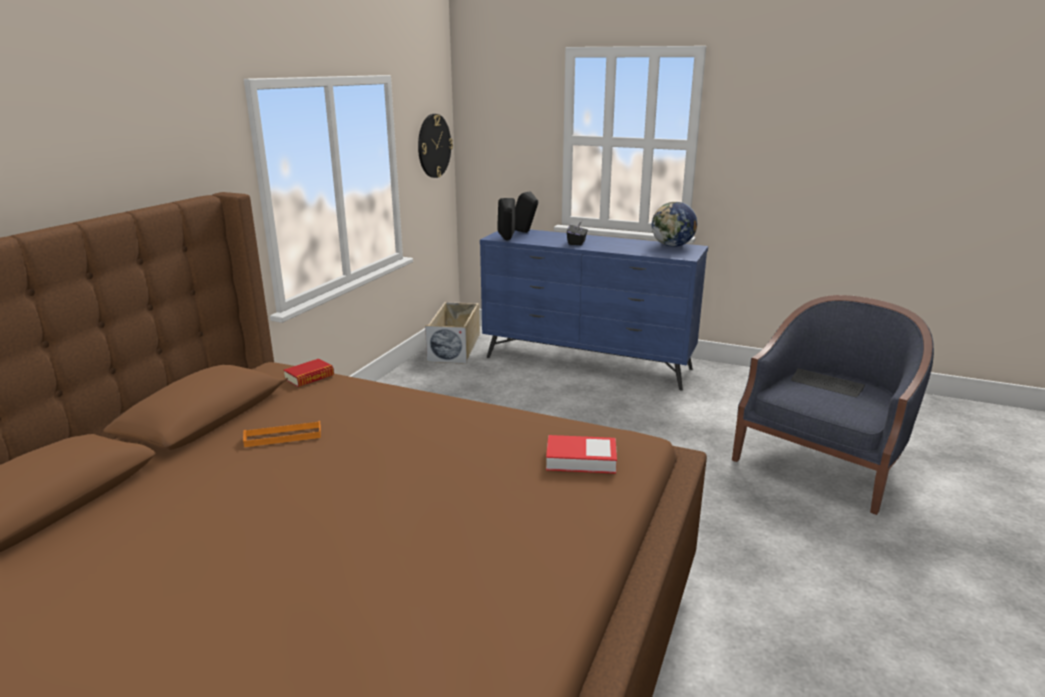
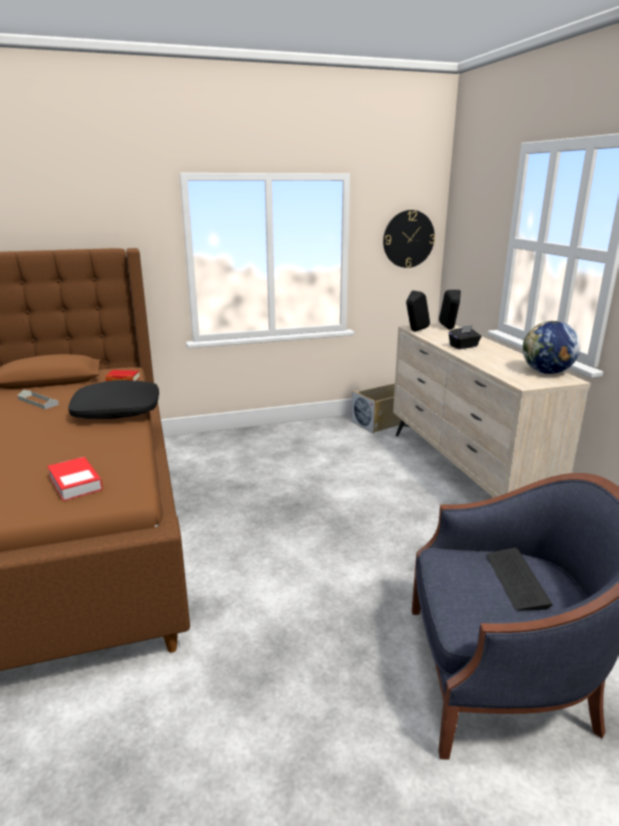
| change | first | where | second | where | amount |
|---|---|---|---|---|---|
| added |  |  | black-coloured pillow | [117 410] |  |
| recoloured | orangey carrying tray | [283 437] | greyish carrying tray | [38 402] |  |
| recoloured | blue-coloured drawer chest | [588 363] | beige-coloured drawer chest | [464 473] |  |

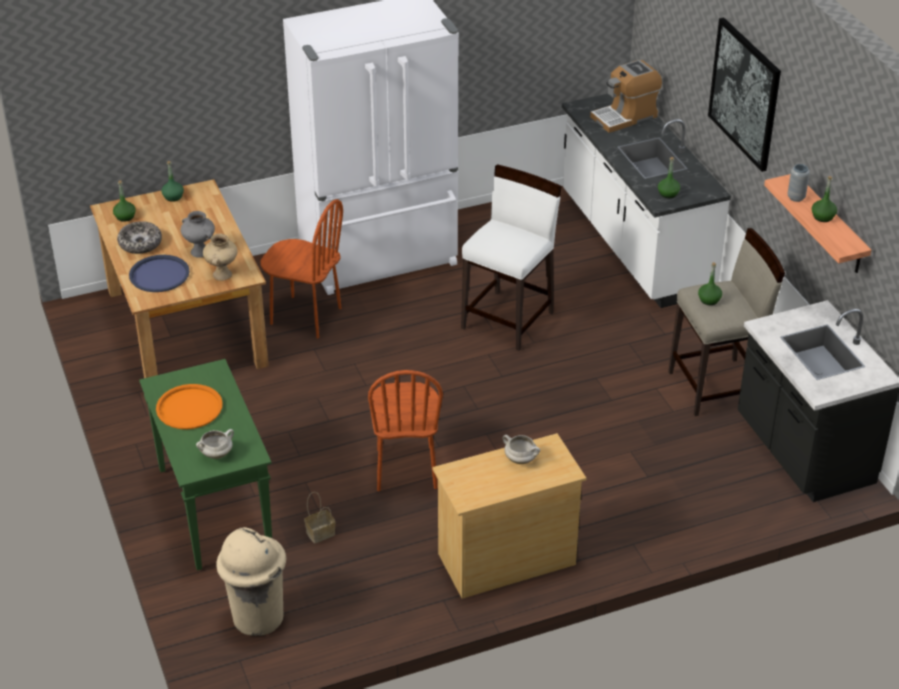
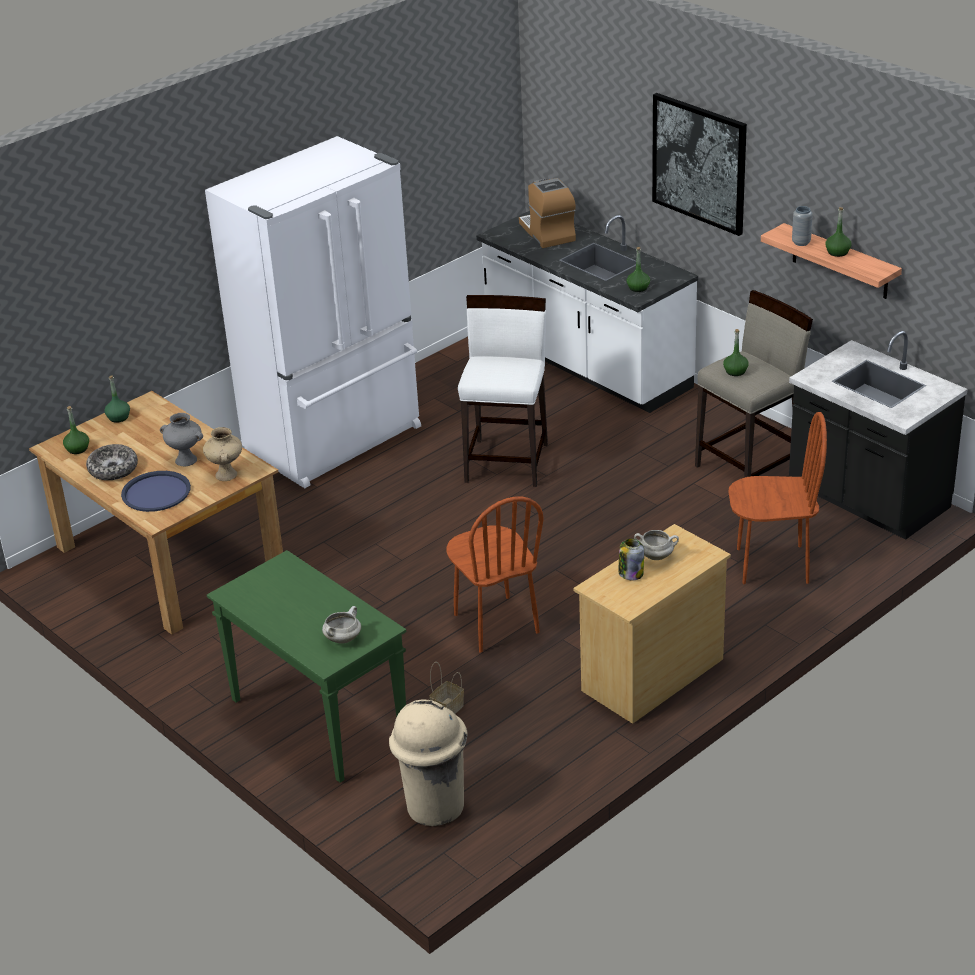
| change | first | where | second | where | amount |
|---|---|---|---|---|---|
| removed | orangey carrying tray | [189 408] |  |  |  |
| added |  |  | storage jar | [630 573] |  |
| moved | brownish upright chair | [305 316] |  | [772 565] |  |
| turned | coffee machine | [625 117] |  | [547 233] | 120 degrees clockwise |

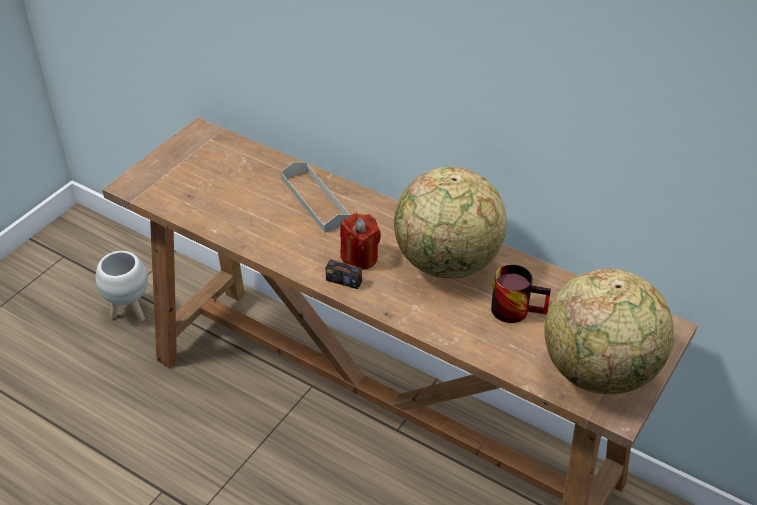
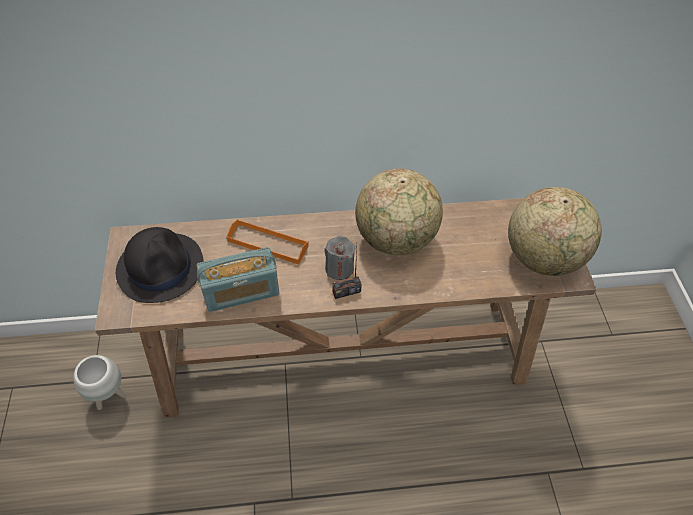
| change | first | where | second | where | amount |
|---|---|---|---|---|---|
| removed | mug | [517 308] |  |  |  |
| added |  |  | black-coloured clothing hat | [161 267] |  |
| added |  |  | radio set | [241 292] |  |
| recoloured | greyish carrying tray | [315 200] | orangey carrying tray | [268 243] |  |
| recoloured | red wax light | [359 257] | greyish wax light | [339 268] |  |

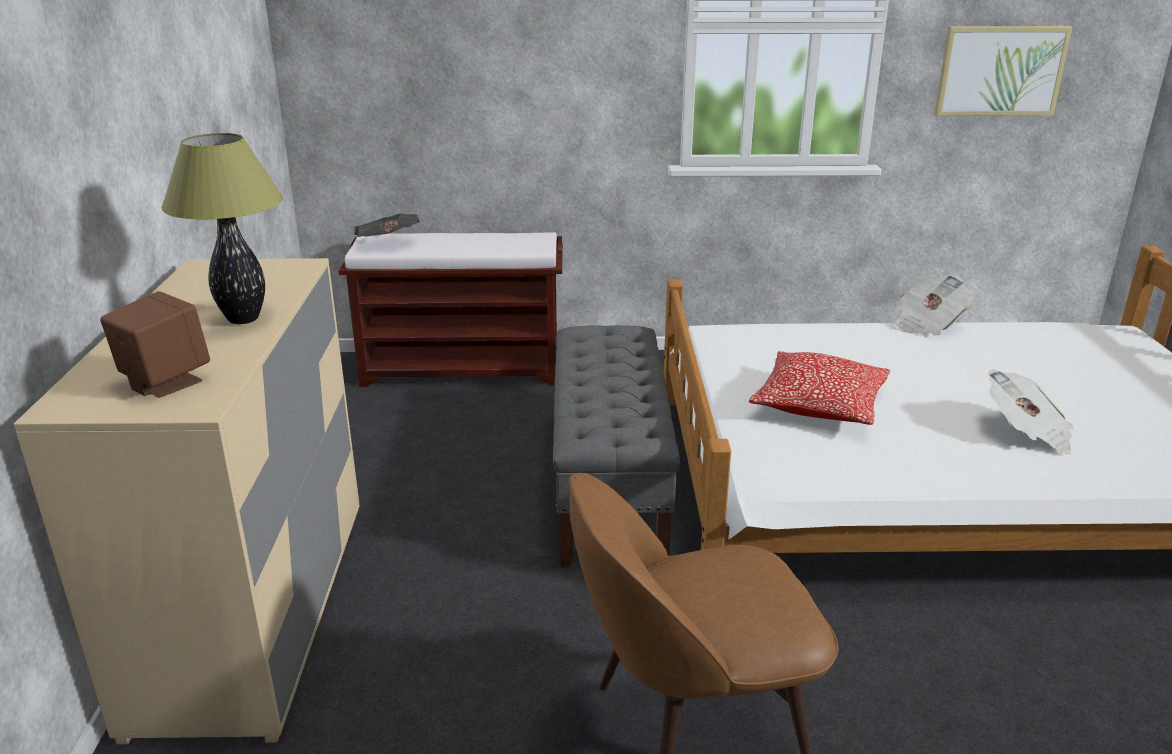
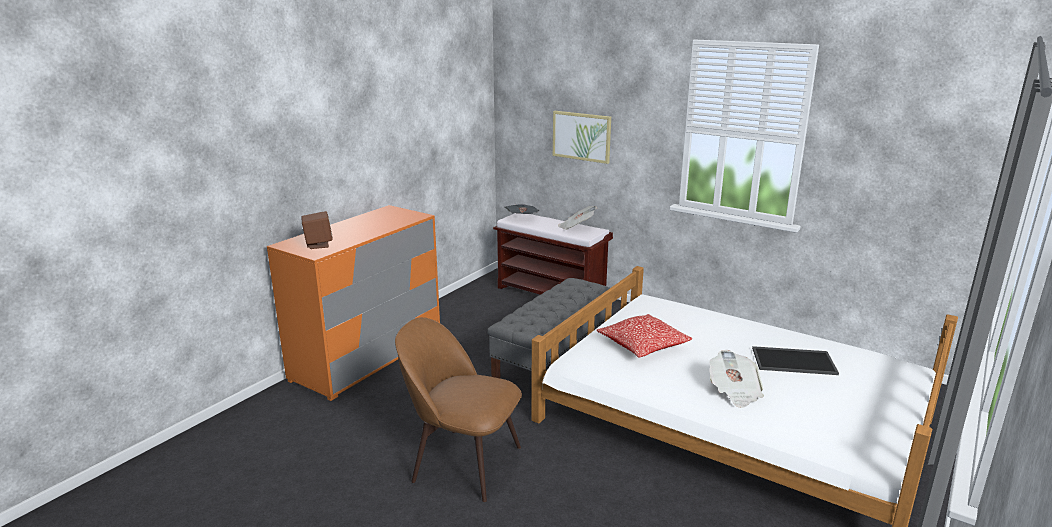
| change | first | where | second | where | amount |
|---|---|---|---|---|---|
| removed | lamp for a table | [243 319] |  |  |  |
| added |  |  | carrying tray | [794 360] |  |
| moved | printed paper | [927 324] |  | [576 227] |  |
| moved | wall picture | [1000 71] |  | [581 136] |  |
| recoloured | beige-coloured drawer chest | [255 610] | orangey drawer chest | [368 358] |  |

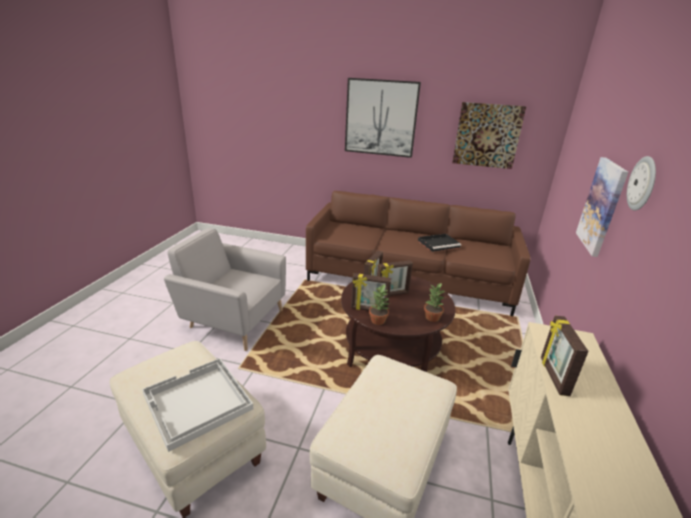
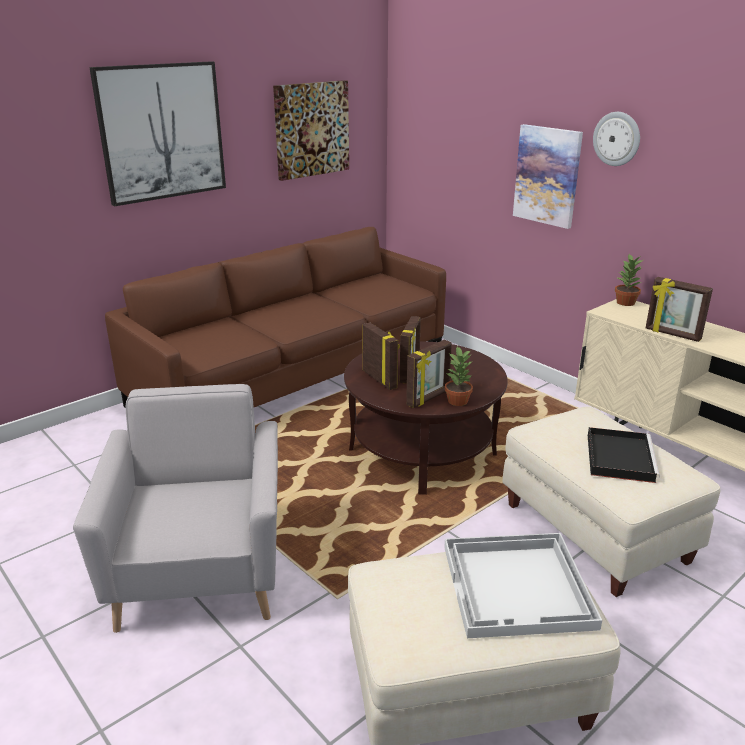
| change | first | where | second | where | amount |
|---|---|---|---|---|---|
| moved | black-coloured carrying tray | [439 244] |  | [619 457] |  |
| moved | plant in a pot | [432 317] |  | [625 303] |  |
| turned | greyish lounge chair | [233 320] |  | [200 569] | 120 degrees clockwise |

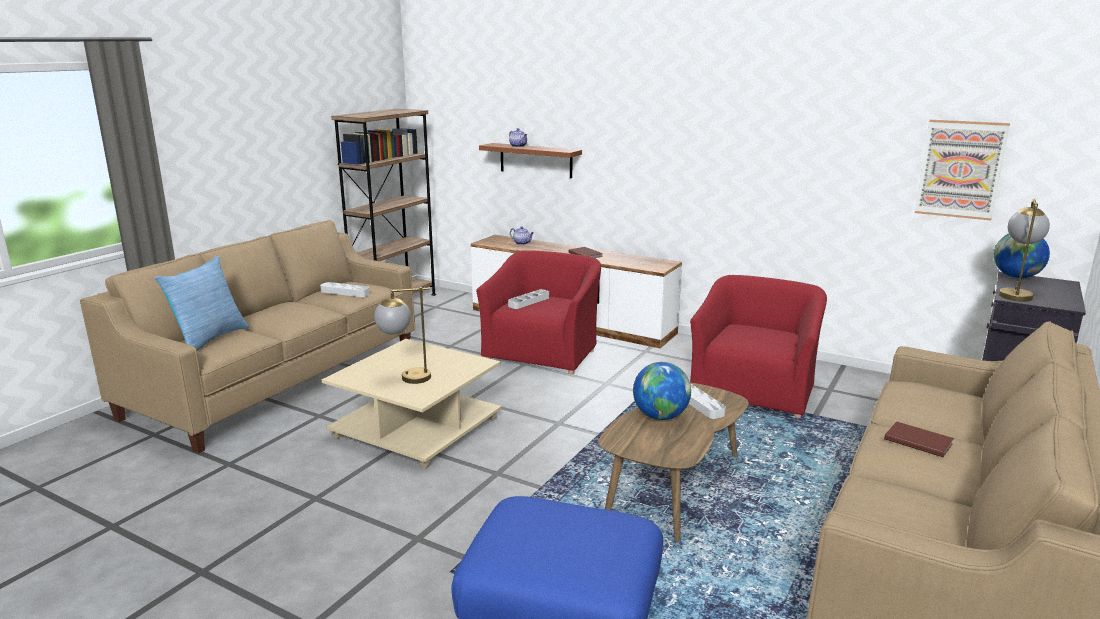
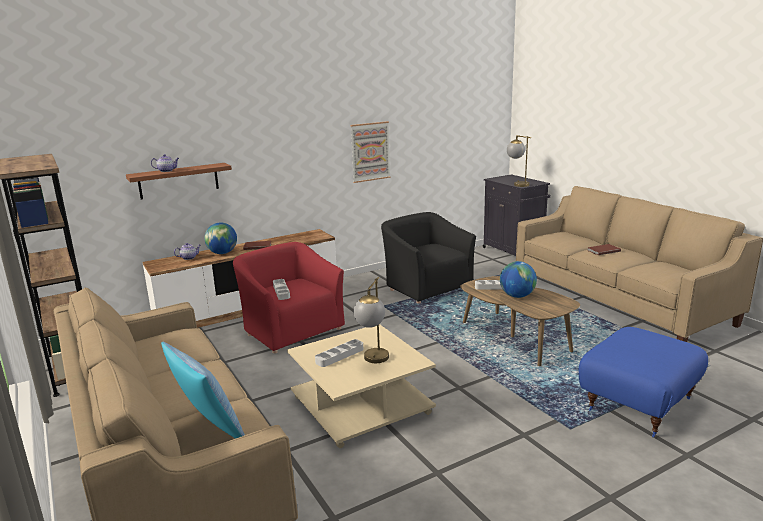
| change | first | where | second | where | amount |
|---|---|---|---|---|---|
| moved | greyish carrying tray | [345 292] |  | [339 355] |  |
| moved | wall picture | [960 169] |  | [370 151] |  |
| moved | world globe | [1016 277] |  | [222 253] |  |
| recoloured | red lounge chair | [753 390] | black-coloured lounge chair | [426 287] |  |

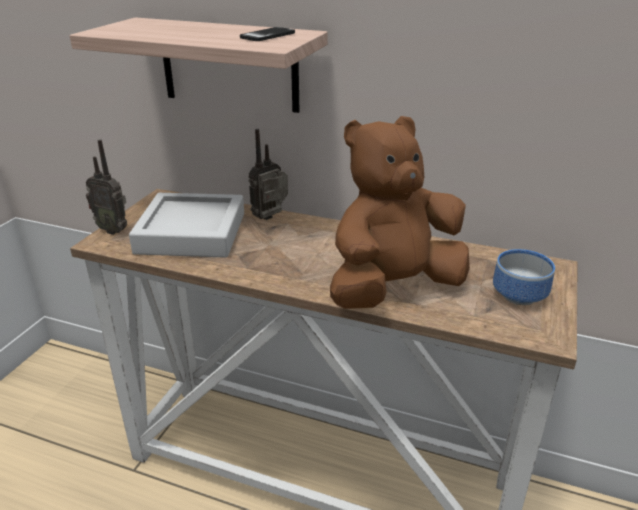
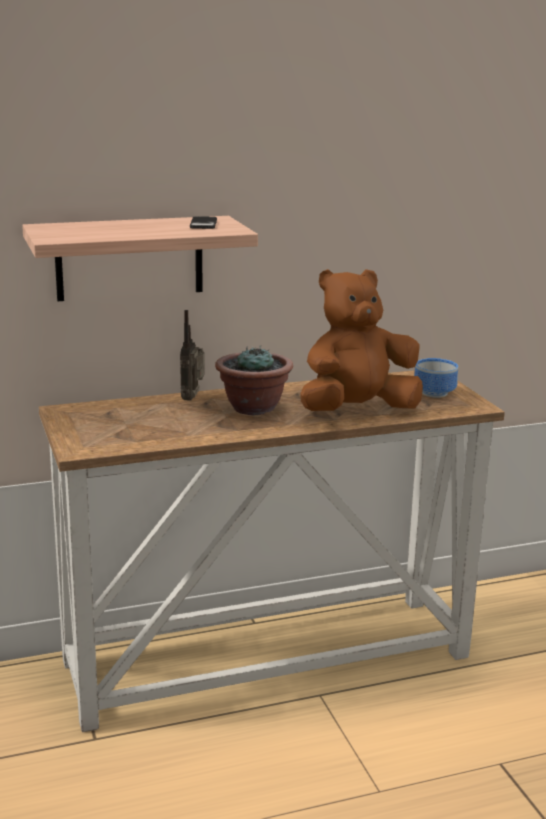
| change | first | where | second | where | amount |
|---|---|---|---|---|---|
| removed | radio set | [113 230] |  |  |  |
| removed | greyish carrying tray | [191 233] |  |  |  |
| added |  |  | plant in a pot | [253 408] |  |
| turned | brownish cuddly toy | [393 288] |  | [357 411] | 45 degrees clockwise |

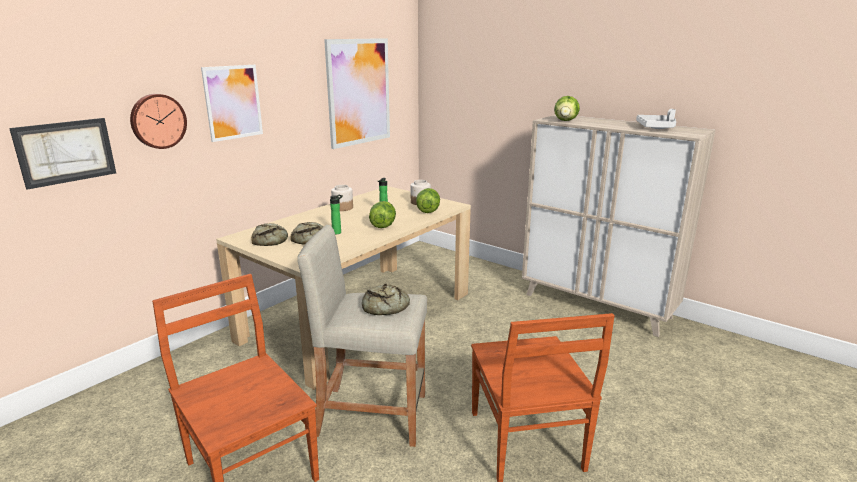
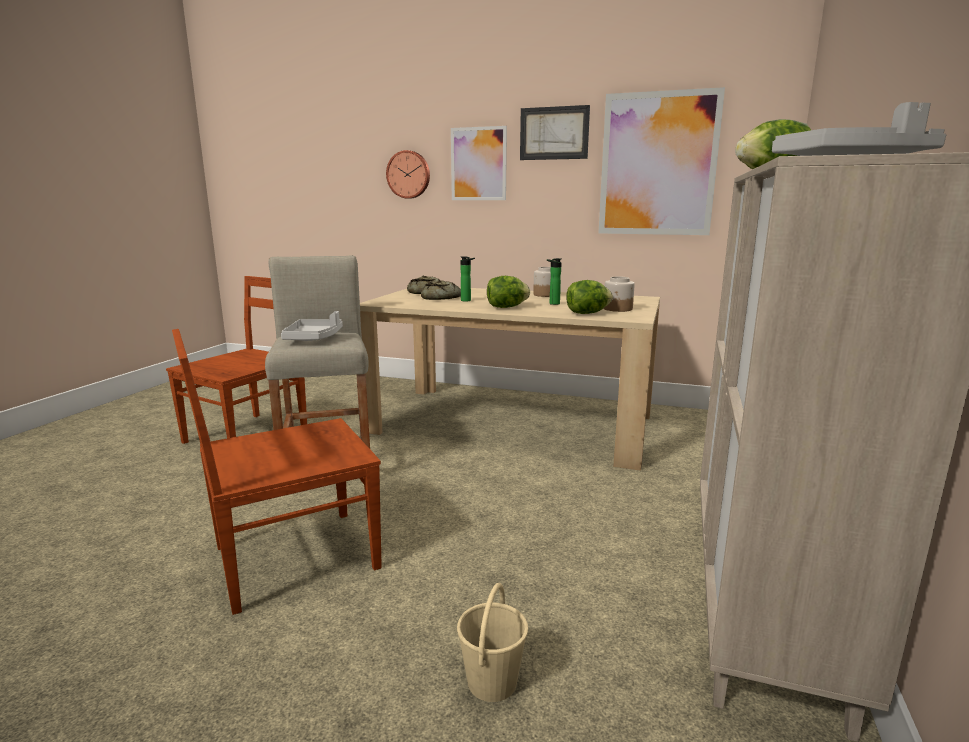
| change | first | where | second | where | amount |
|---|---|---|---|---|---|
| added |  |  | beige-coloured bucket | [492 682] |  |
| moved | wall picture | [66 152] |  | [554 133] |  |
| replaced | bread | [384 307] | greyish carrying tray | [314 338] |  |

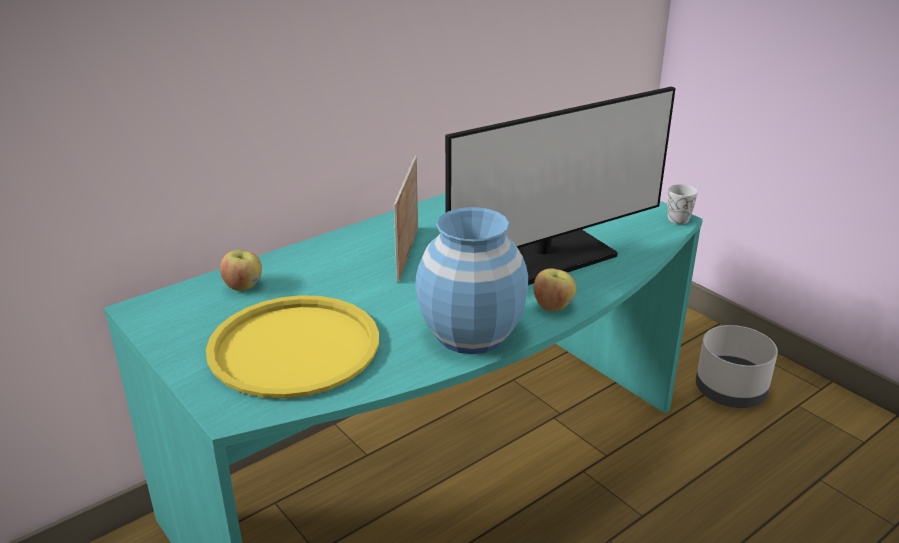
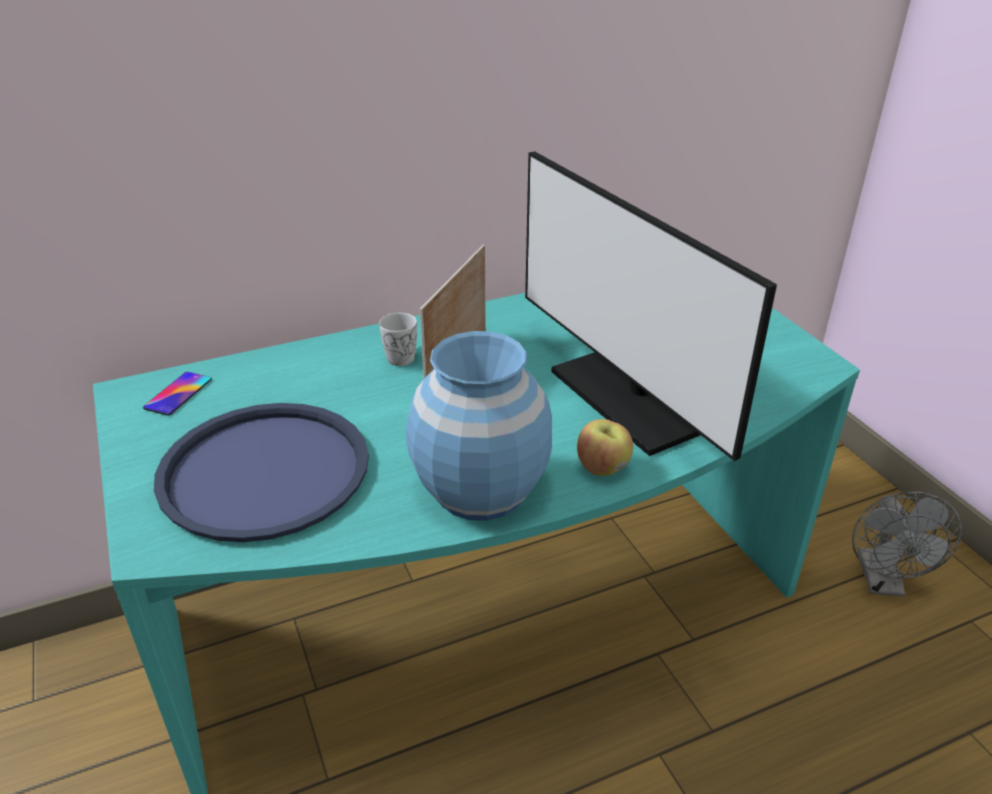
| change | first | where | second | where | amount |
|---|---|---|---|---|---|
| removed | whole apple | [243 286] |  |  |  |
| added |  |  | telephone | [178 394] |  |
| moved | whitish mug | [677 217] |  | [403 355] |  |
| replaced | greyish plant pot | [730 390] | greyish electric fan | [883 583] |  |
| recoloured | yellowish carrying tray | [294 347] | blue-coloured carrying tray | [265 471] |  |
| turned | computer screen | [549 260] |  | [627 400] | 75 degrees clockwise |

